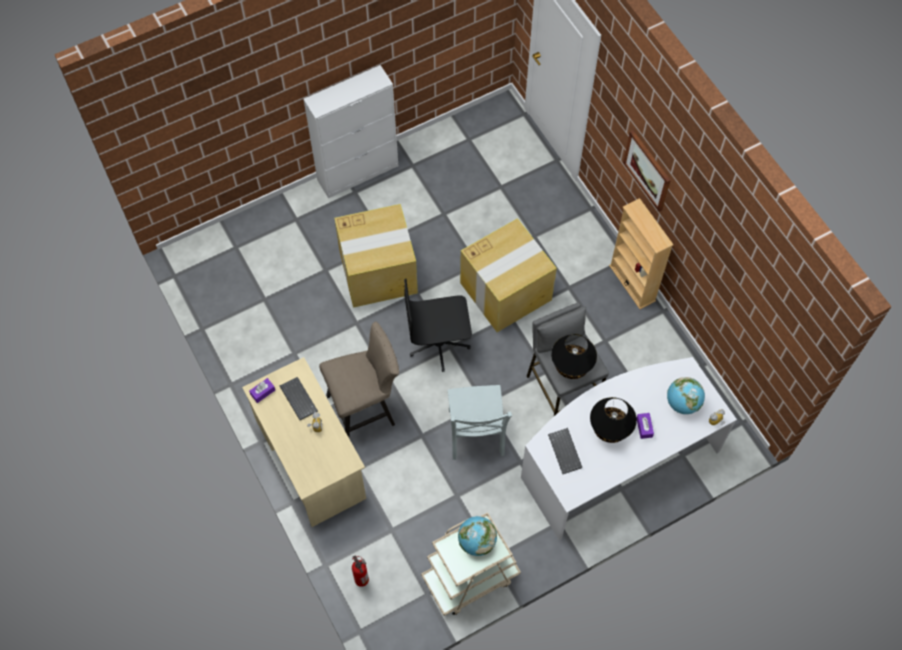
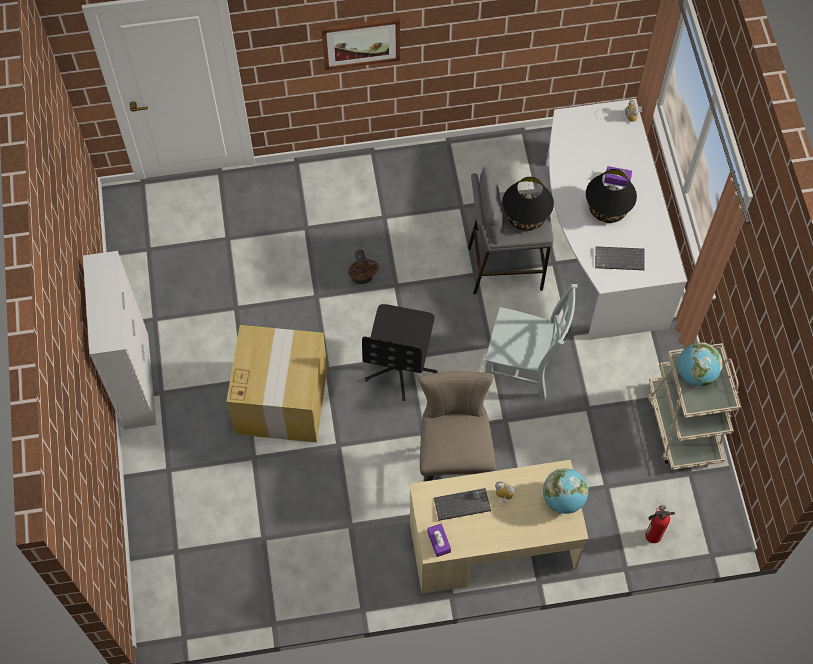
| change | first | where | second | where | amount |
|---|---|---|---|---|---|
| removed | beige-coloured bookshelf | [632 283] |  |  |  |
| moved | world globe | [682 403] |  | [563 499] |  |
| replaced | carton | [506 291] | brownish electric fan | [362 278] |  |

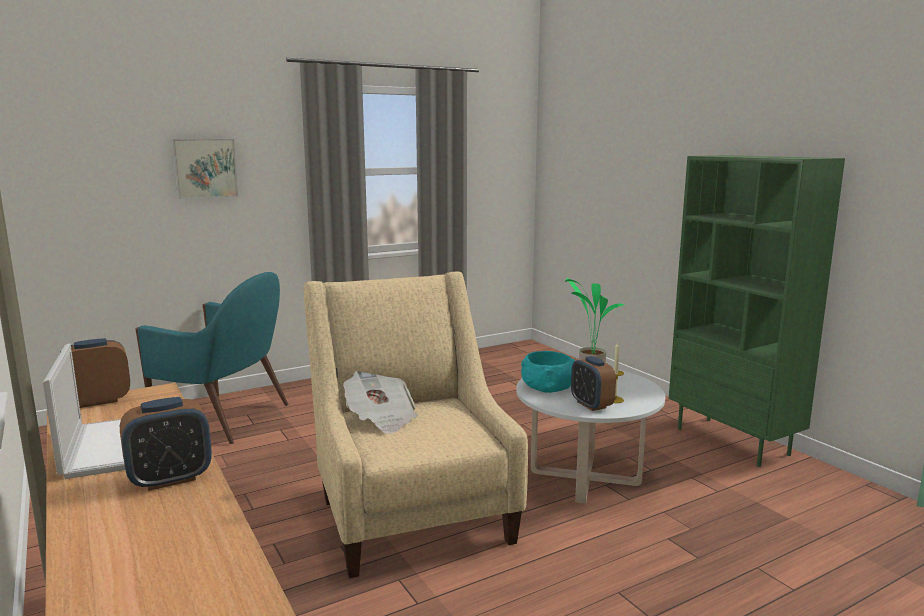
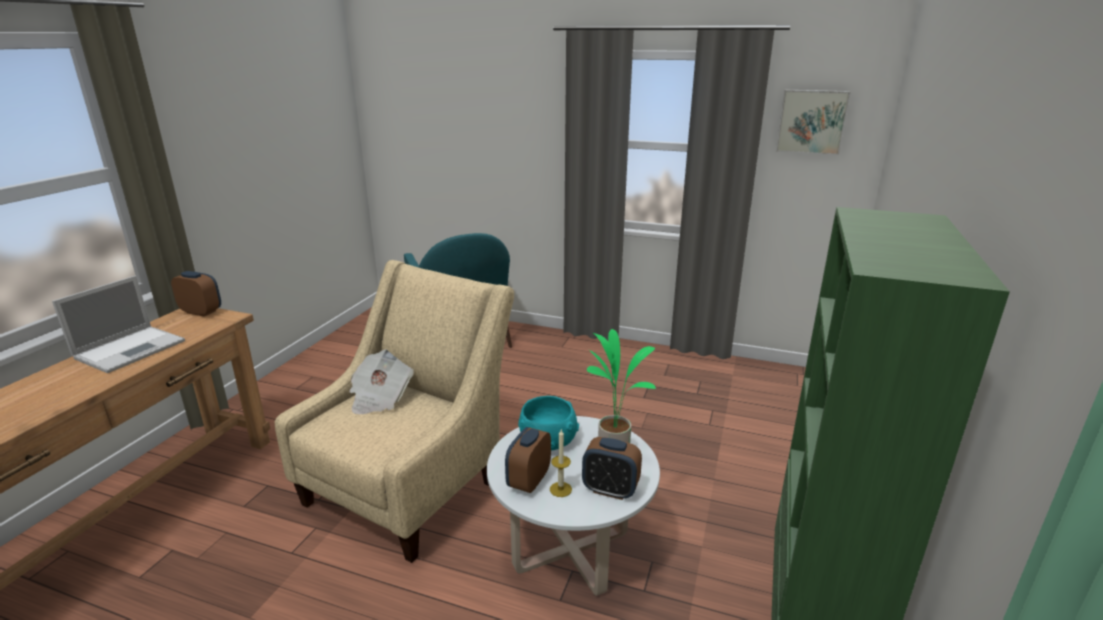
| change | first | where | second | where | amount |
|---|---|---|---|---|---|
| moved | bedside clock | [170 479] |  | [610 490] |  |
| moved | wall picture | [205 168] |  | [811 121] |  |

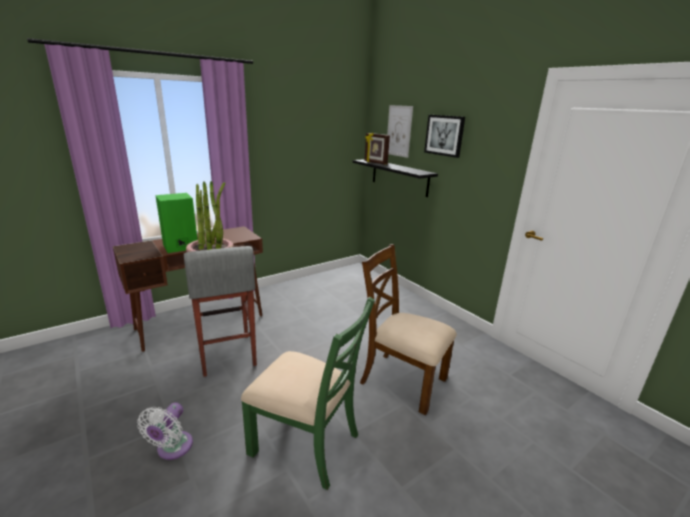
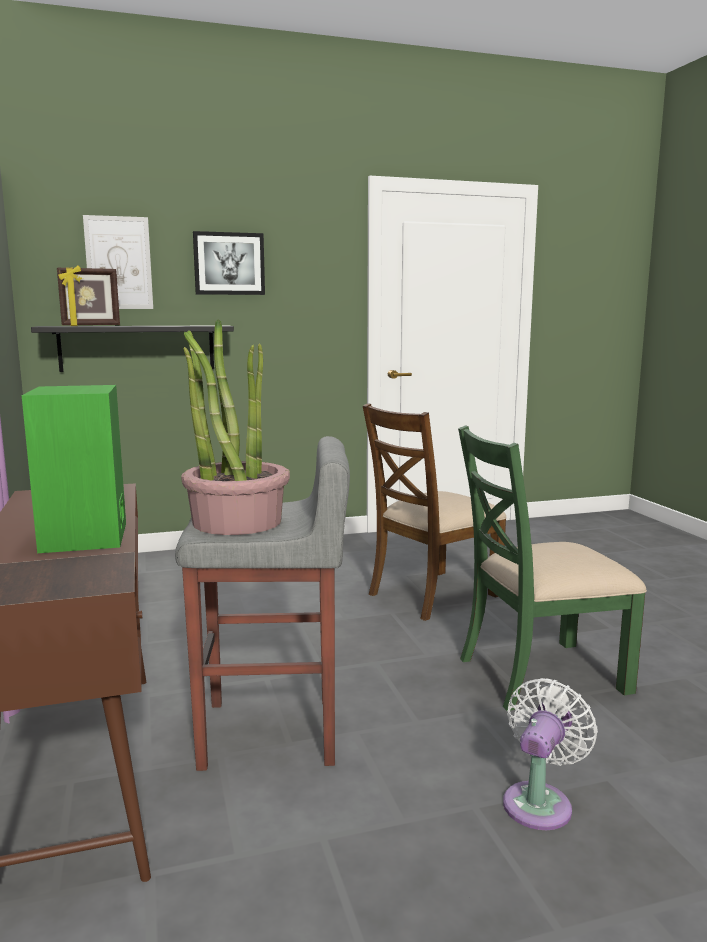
| change | first | where | second | where | amount |
|---|---|---|---|---|---|
| turned | whitish electric fan | [172 449] |  | [540 802] | 90 degrees counterclockwise |
| turned | greenish upright chair | [306 443] |  | [540 674] | 150 degrees counterclockwise |

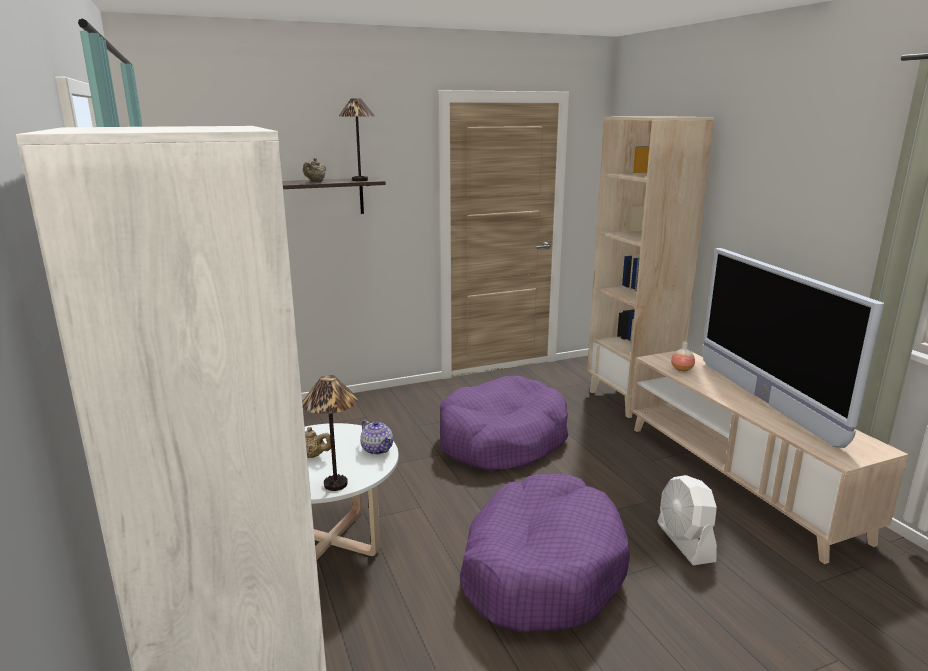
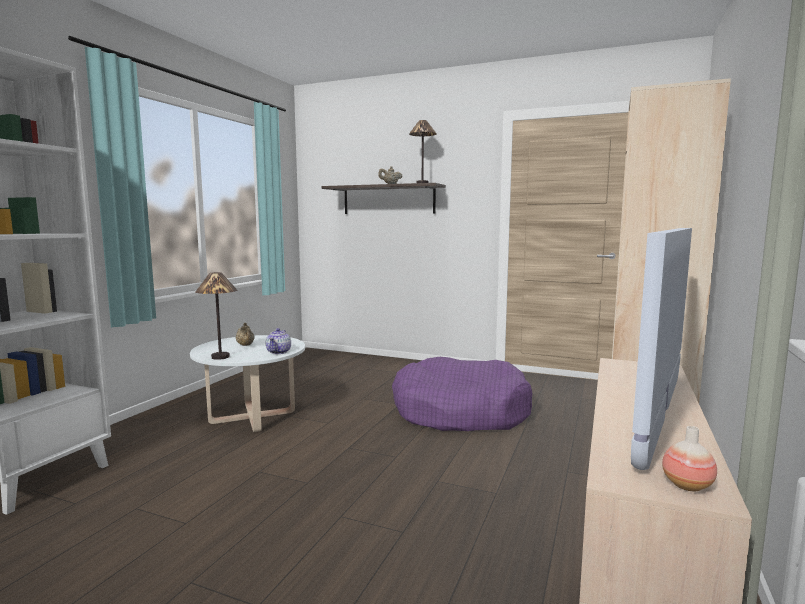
| change | first | where | second | where | amount |
|---|---|---|---|---|---|
| removed | purplish dog cushion | [541 569] |  |  |  |
| removed | whitish electric fan | [685 542] |  |  |  |
| moved | decorative vase | [682 369] |  | [687 485] |  |

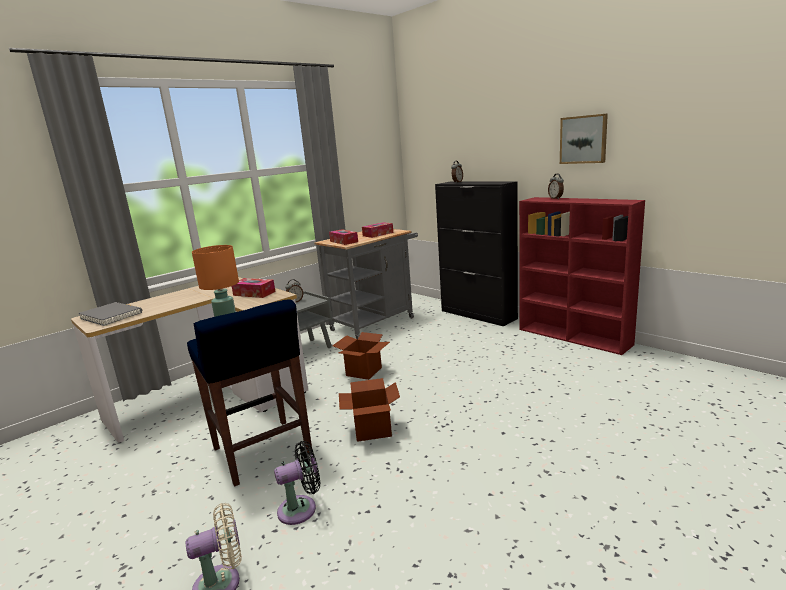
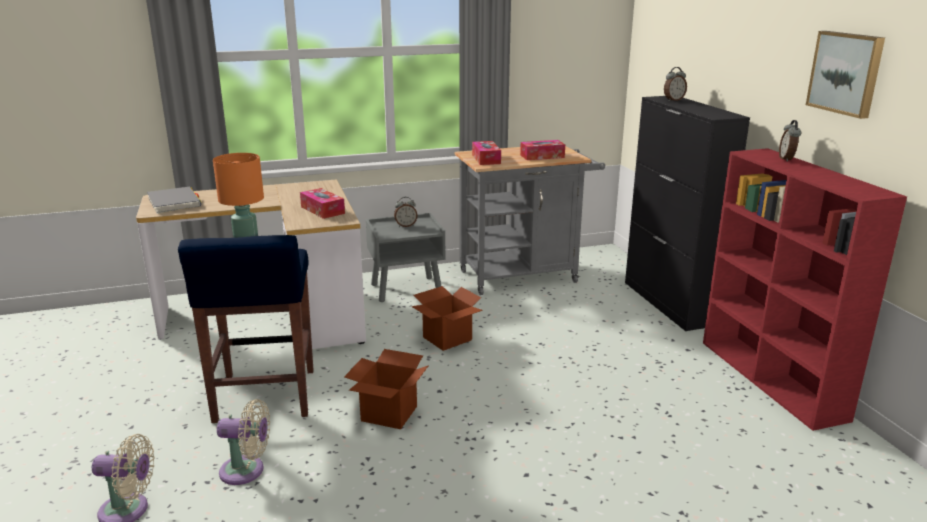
| change | first | where | second | where | amount |
|---|---|---|---|---|---|
| recoloured | black-coloured electric fan | [301 509] | beige-coloured electric fan | [246 471] |  |

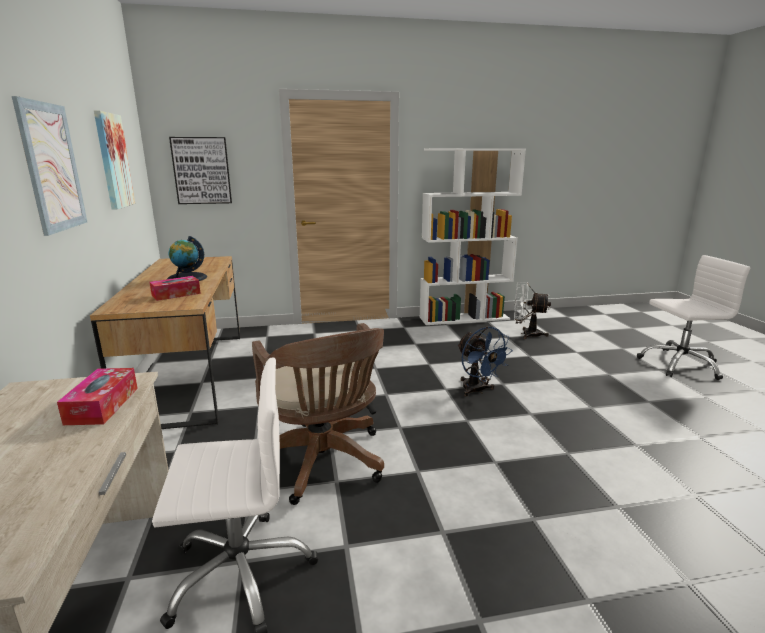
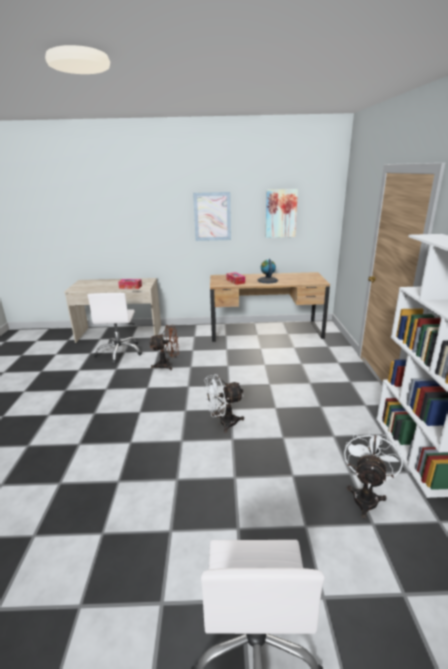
| change | first | where | second | where | amount |
|---|---|---|---|---|---|
| removed | wall picture | [202 170] |  |  |  |
| replaced | brownish computer chair | [324 463] | brownish electric fan | [167 365] |  |
| recoloured | blue-coloured electric fan | [477 390] | whitish electric fan | [223 423] |  |

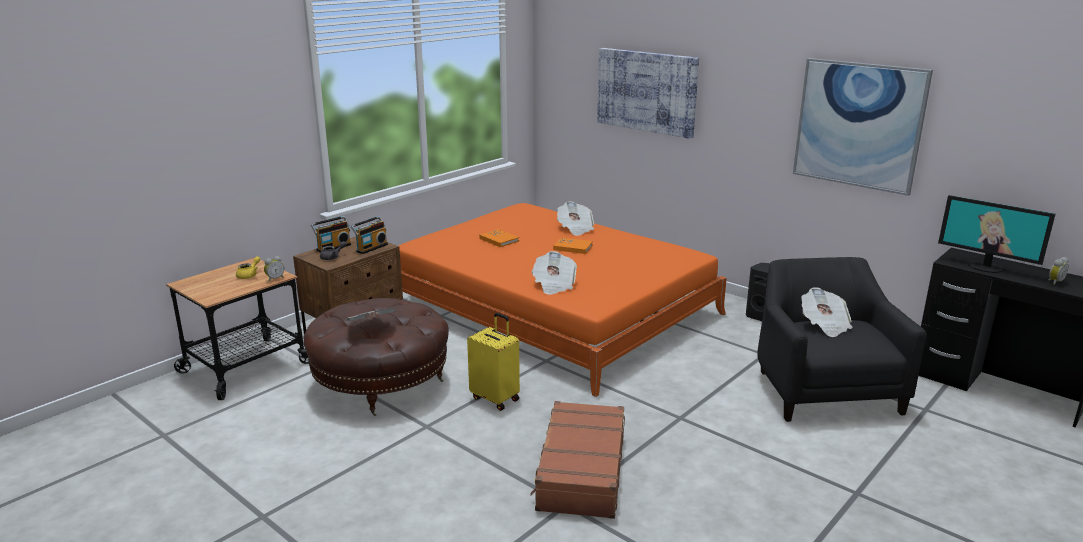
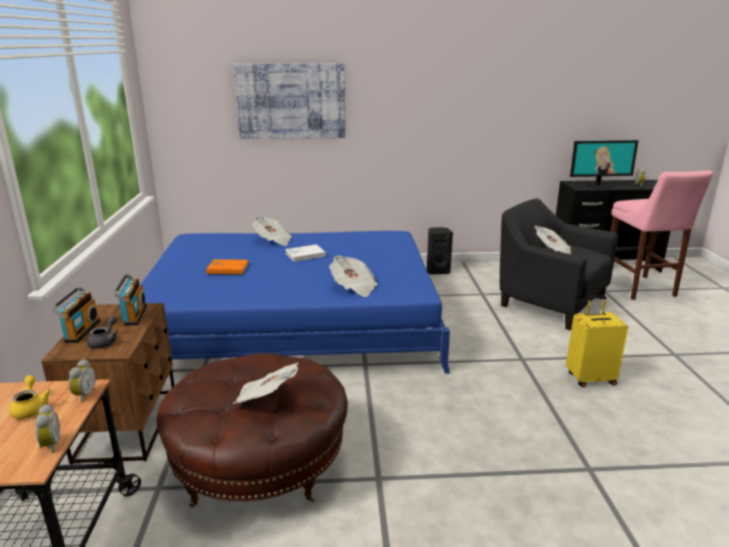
| change | first | where | second | where | amount |
|---|---|---|---|---|---|
| removed | brownish suitcase | [580 471] |  |  |  |
| removed | wall picture | [858 125] |  |  |  |
| added |  |  | bedside clock | [49 445] |  |
| added |  |  | pink sitting stool | [640 289] |  |
| moved | yellowish suitcase | [496 398] |  | [590 378] |  |
| recoloured | orangey bedroom bed | [552 308] | blue-coloured bedroom bed | [293 321] |  |
| recoloured | orangey book | [573 247] | whitish book | [305 254] |  |

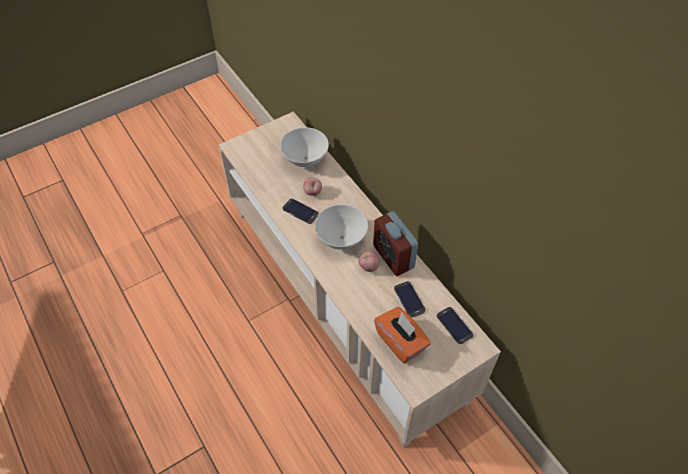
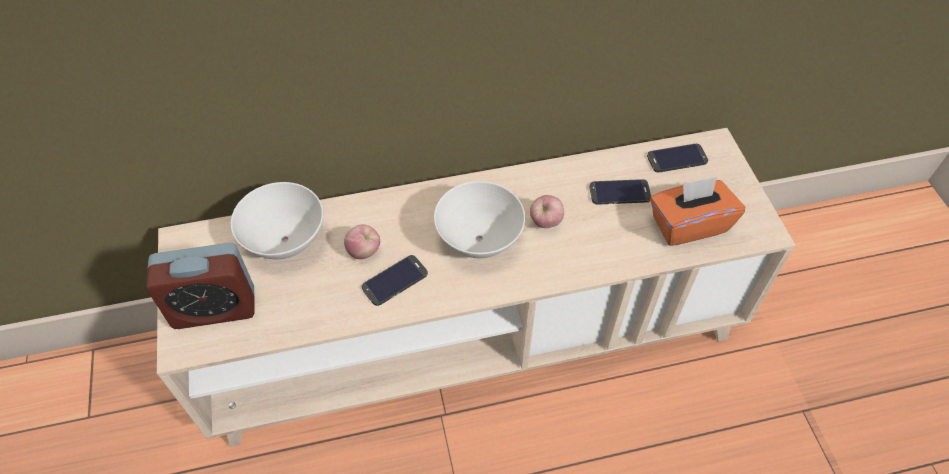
| change | first | where | second | where | amount |
|---|---|---|---|---|---|
| moved | bedside clock | [393 257] |  | [214 308] |  |

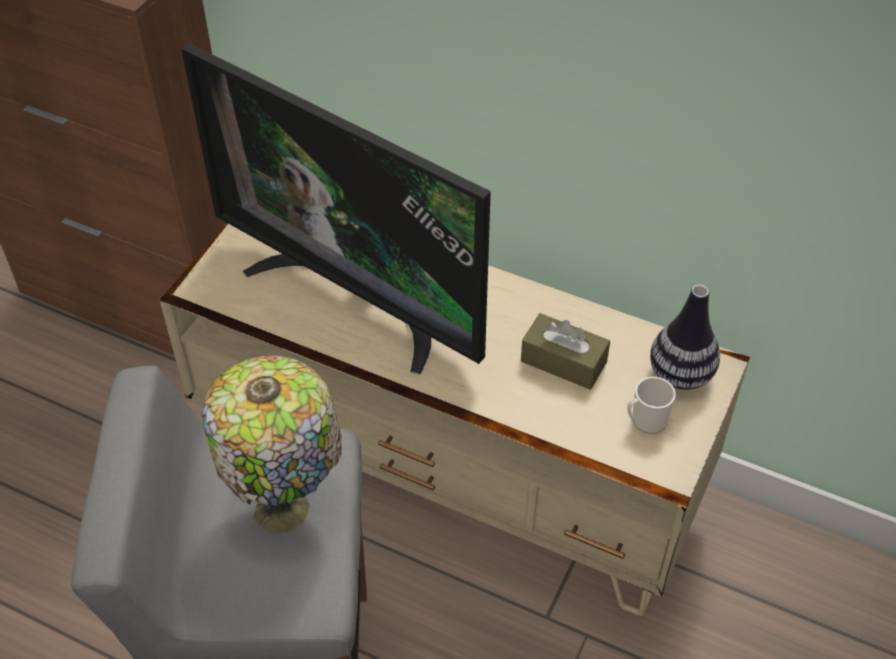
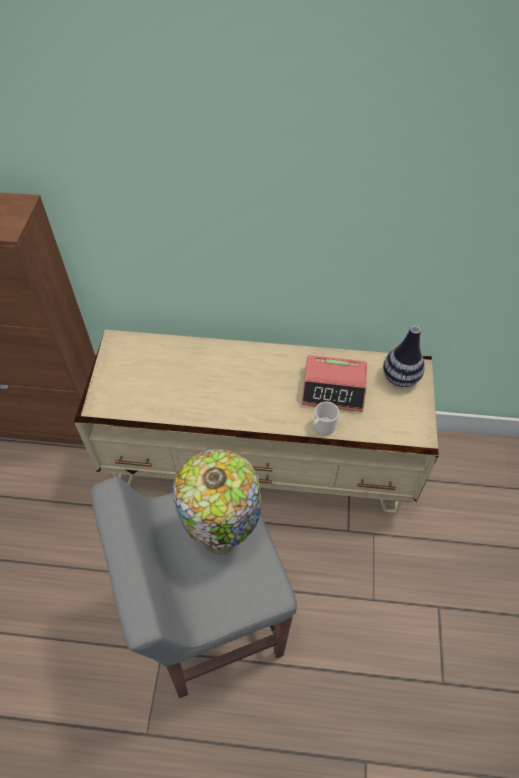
| change | first | where | second | where | amount |
|---|---|---|---|---|---|
| removed | TV | [355 297] |  |  |  |
| moved | mug | [645 421] |  | [322 428] |  |
| replaced | brownish box of tissues | [563 361] | bedside clock | [334 389] |  |

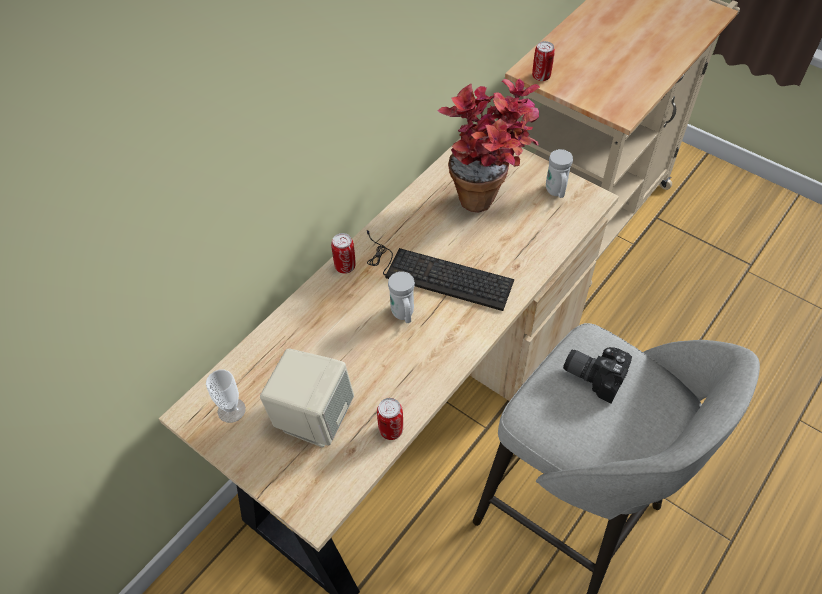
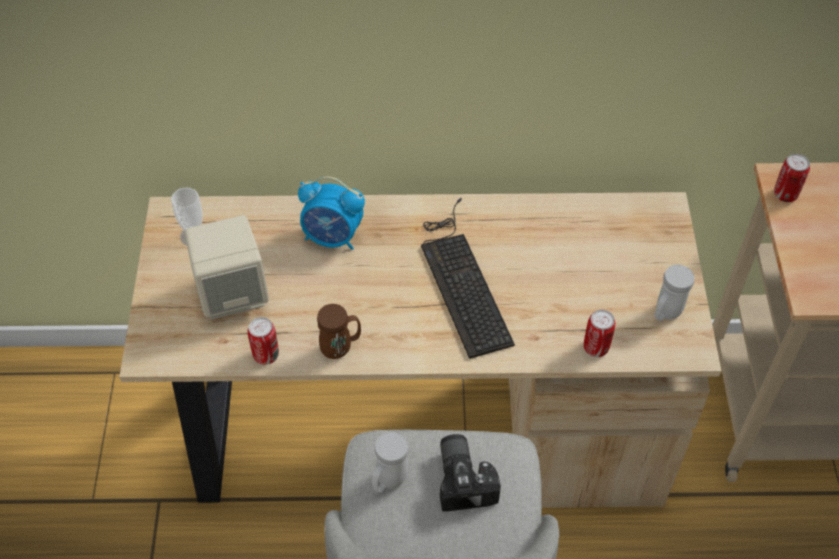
| change | first | where | second | where | amount |
|---|---|---|---|---|---|
| removed | plant in a pot | [488 195] |  |  |  |
| added |  |  | bedside clock | [333 237] |  |
| added |  |  | brownish mug | [341 347] |  |
| moved | can | [345 266] |  | [596 347] |  |
| moved | whitish mug | [403 315] |  | [389 481] |  |

